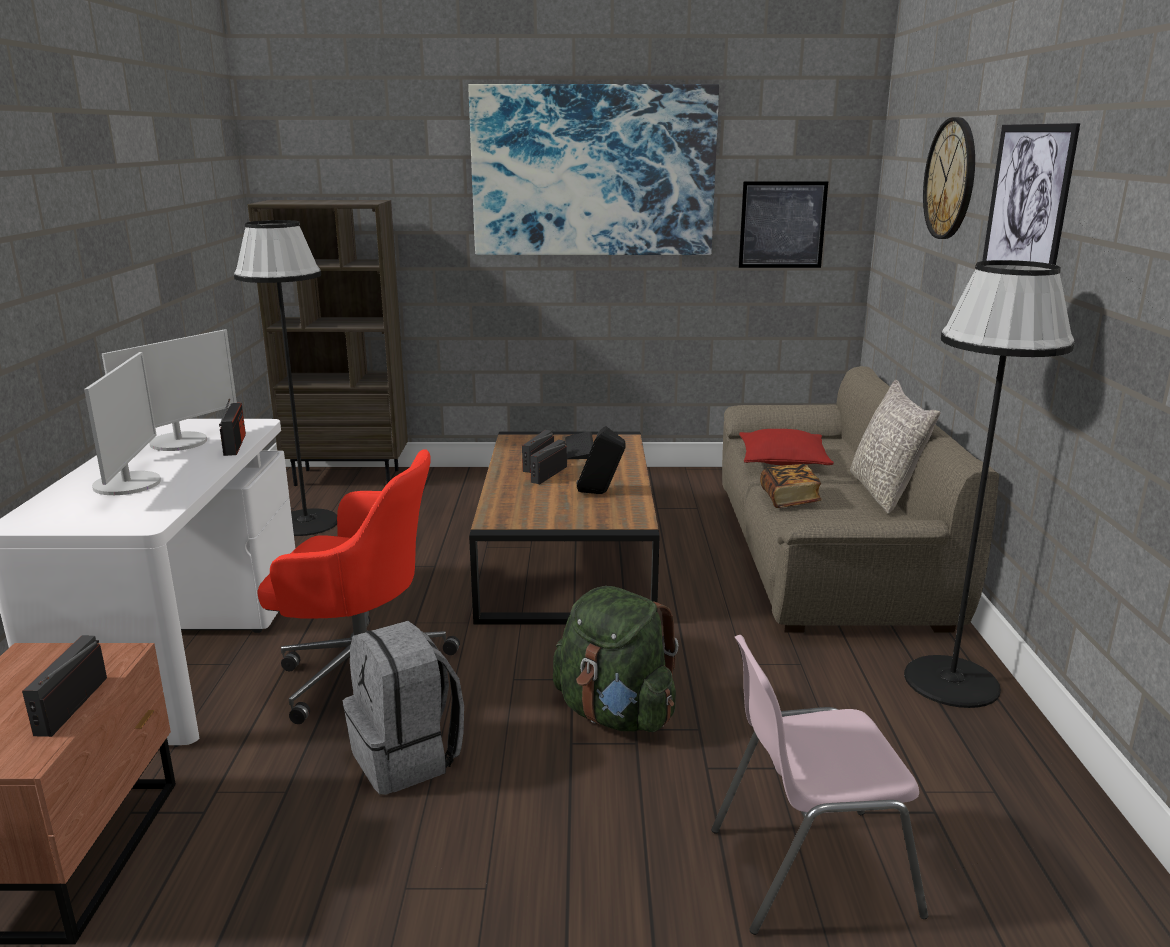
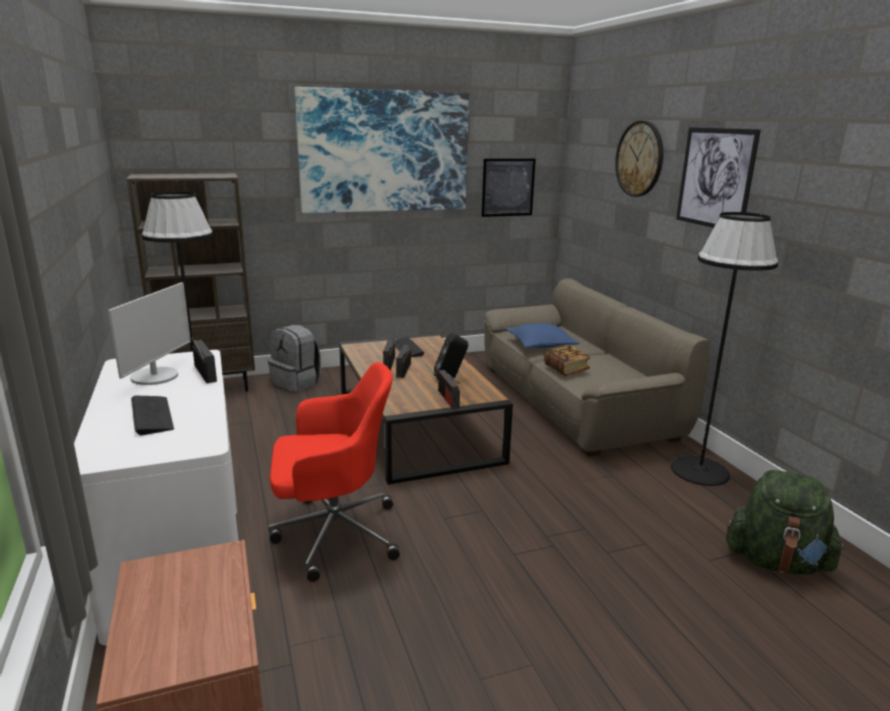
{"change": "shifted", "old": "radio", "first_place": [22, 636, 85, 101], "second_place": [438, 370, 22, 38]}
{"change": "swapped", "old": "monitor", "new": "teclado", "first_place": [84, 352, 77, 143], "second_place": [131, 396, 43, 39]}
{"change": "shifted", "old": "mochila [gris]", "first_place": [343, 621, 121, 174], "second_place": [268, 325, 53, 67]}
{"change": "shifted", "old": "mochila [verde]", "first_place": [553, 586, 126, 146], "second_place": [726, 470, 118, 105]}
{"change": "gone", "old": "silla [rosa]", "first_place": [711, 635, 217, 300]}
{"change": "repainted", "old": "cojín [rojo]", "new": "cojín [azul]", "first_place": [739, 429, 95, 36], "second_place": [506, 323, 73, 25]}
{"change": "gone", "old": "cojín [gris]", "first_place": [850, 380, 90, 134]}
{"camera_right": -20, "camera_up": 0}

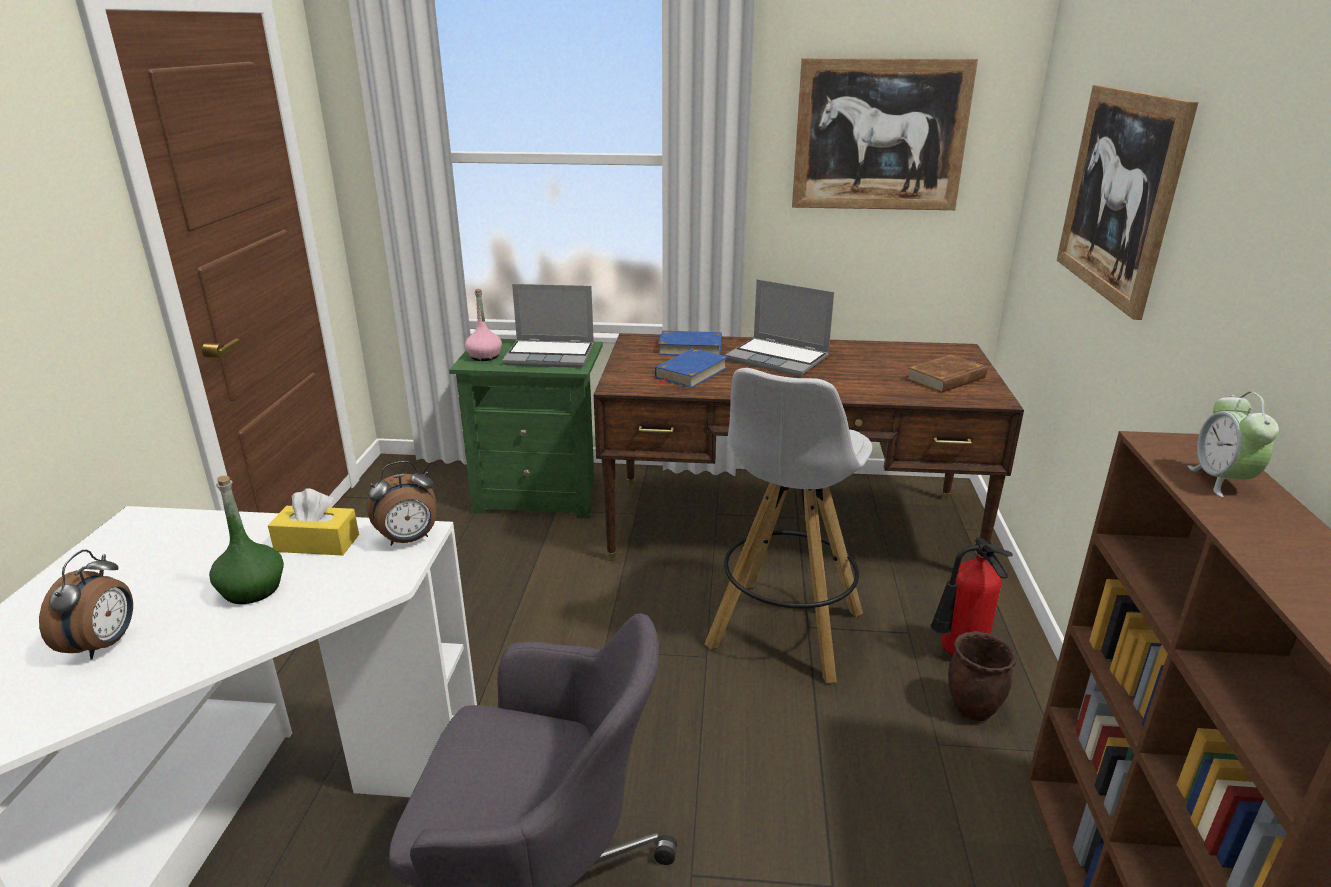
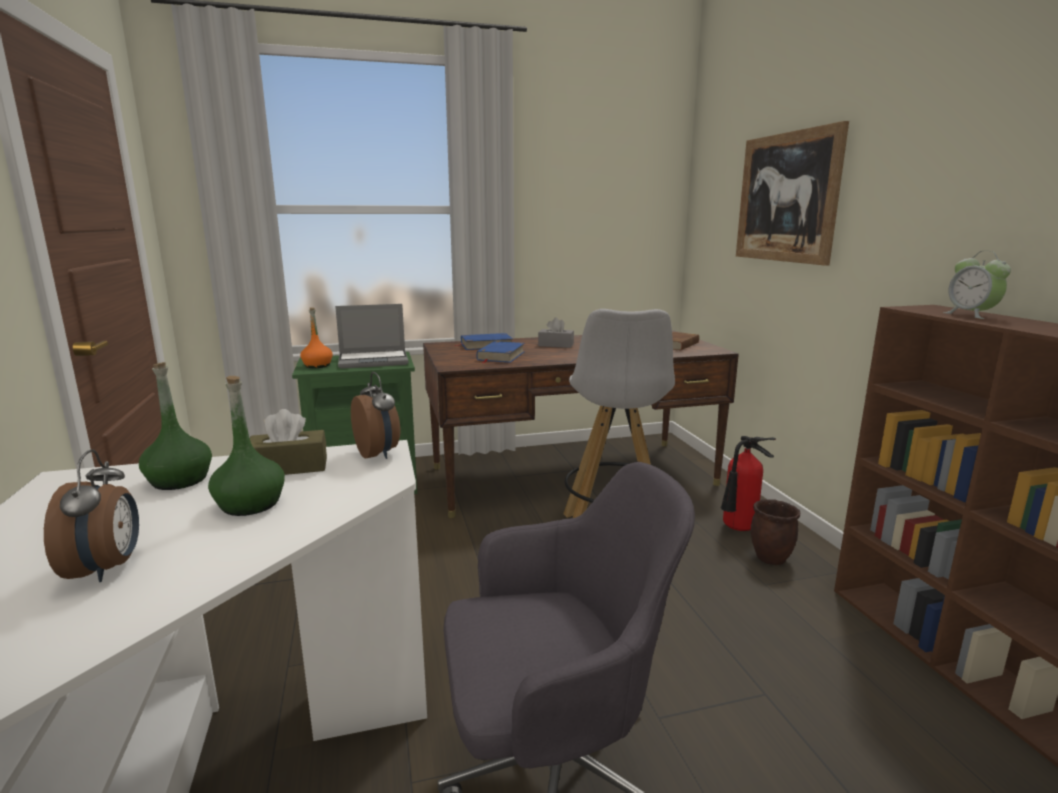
{"change": "repainted", "old": "caja de pañuelos [amarillo]", "new": "caja de pañuelos [marrón]", "first_place": [268, 488, 91, 67], "second_place": [250, 409, 77, 66]}
{"change": "rotated", "old": "despertador", "first_place": [367, 461, 69, 85], "second_place": [351, 372, 49, 87], "degrees": -75}
{"change": "repainted", "old": "botella [rosa]", "new": "botella [naranja]", "first_place": [465, 289, 37, 72], "second_place": [300, 307, 33, 61]}
{"change": "swapped", "old": "portátil", "new": "caja de pañuelos [gris]", "first_place": [725, 279, 109, 97], "second_place": [538, 317, 36, 31]}
{"change": "gone", "old": "cuadro", "first_place": [792, 58, 186, 152]}
{"change": "new", "new": "botella [verde]", "second_place": [139, 362, 73, 128]}
{"camera_right": -20, "camera_up": -10}

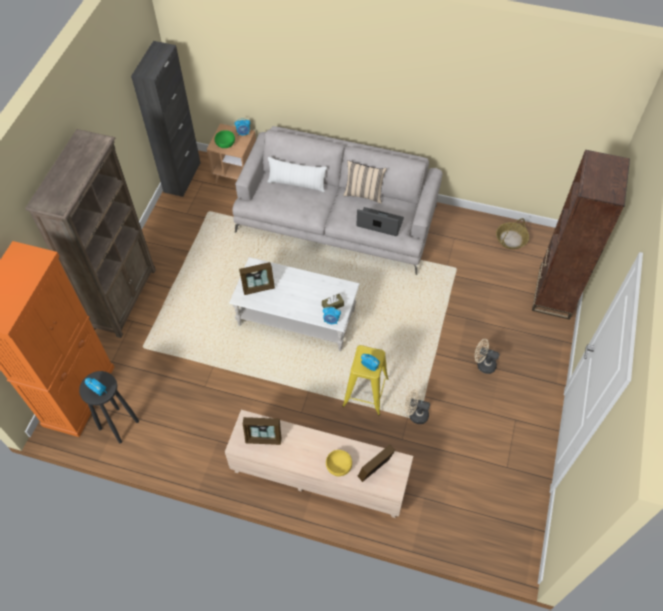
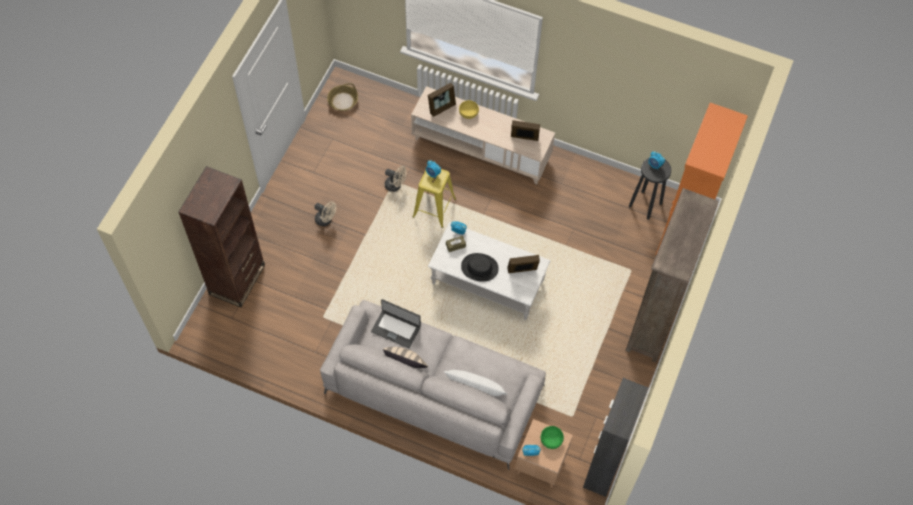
{"change": "shifted", "old": "cesta", "first_place": [496, 218, 33, 31], "second_place": [327, 83, 31, 28]}
{"change": "new", "new": "sombrero [negro]", "second_place": [461, 253, 38, 29]}
{"camera_right": -175, "camera_up": 5}

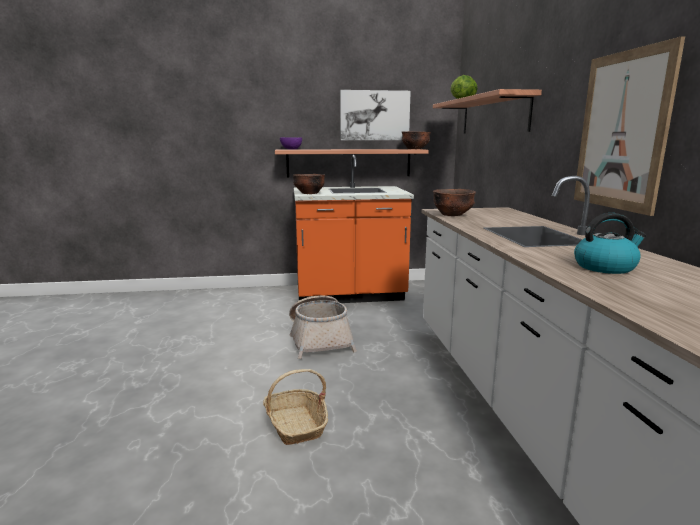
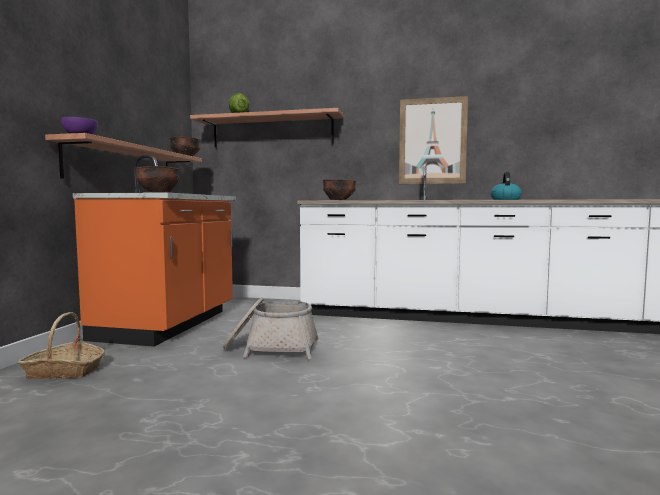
{"change": "shifted", "old": "cesta", "first_place": [263, 369, 65, 76], "second_place": [18, 312, 87, 67]}
{"change": "gone", "old": "cuadro", "first_place": [340, 90, 71, 50]}
{"camera_right": -70, "camera_up": -10}

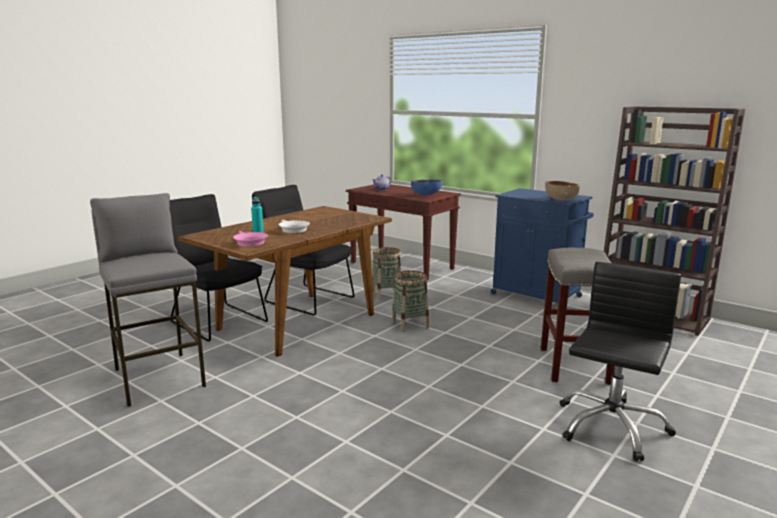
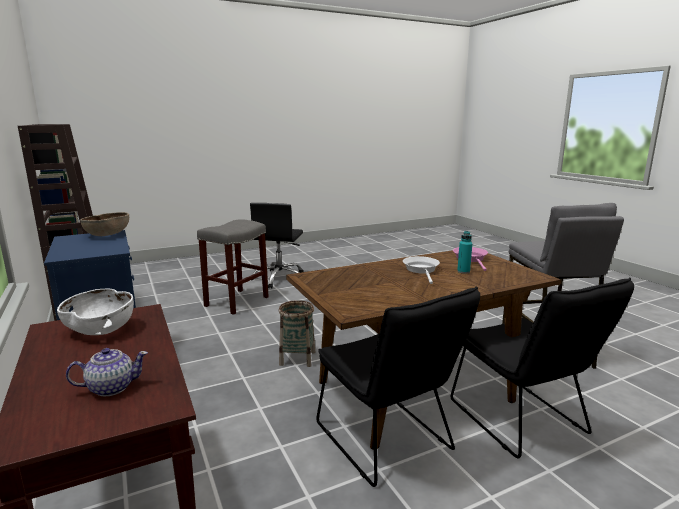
{"change": "gone", "old": "cesta", "first_place": [372, 247, 29, 53]}
{"change": "repainted", "old": "cuenco [azul]", "new": "cuenco [blanco]", "first_place": [411, 180, 31, 15], "second_place": [57, 288, 77, 47]}
{"change": "rotated", "old": "silla de oficina [negro]", "first_place": [560, 262, 121, 199], "second_place": [250, 203, 54, 86], "degrees": -45}
{"camera_right": -155, "camera_up": 0}

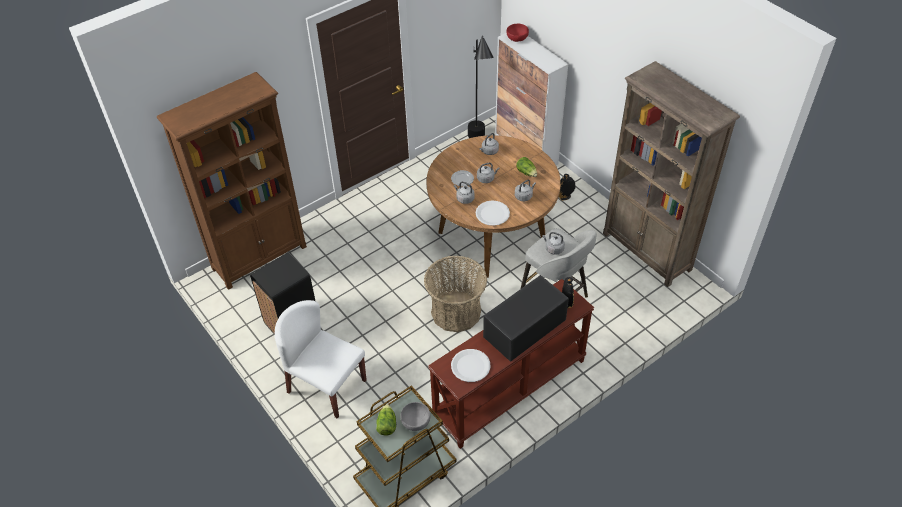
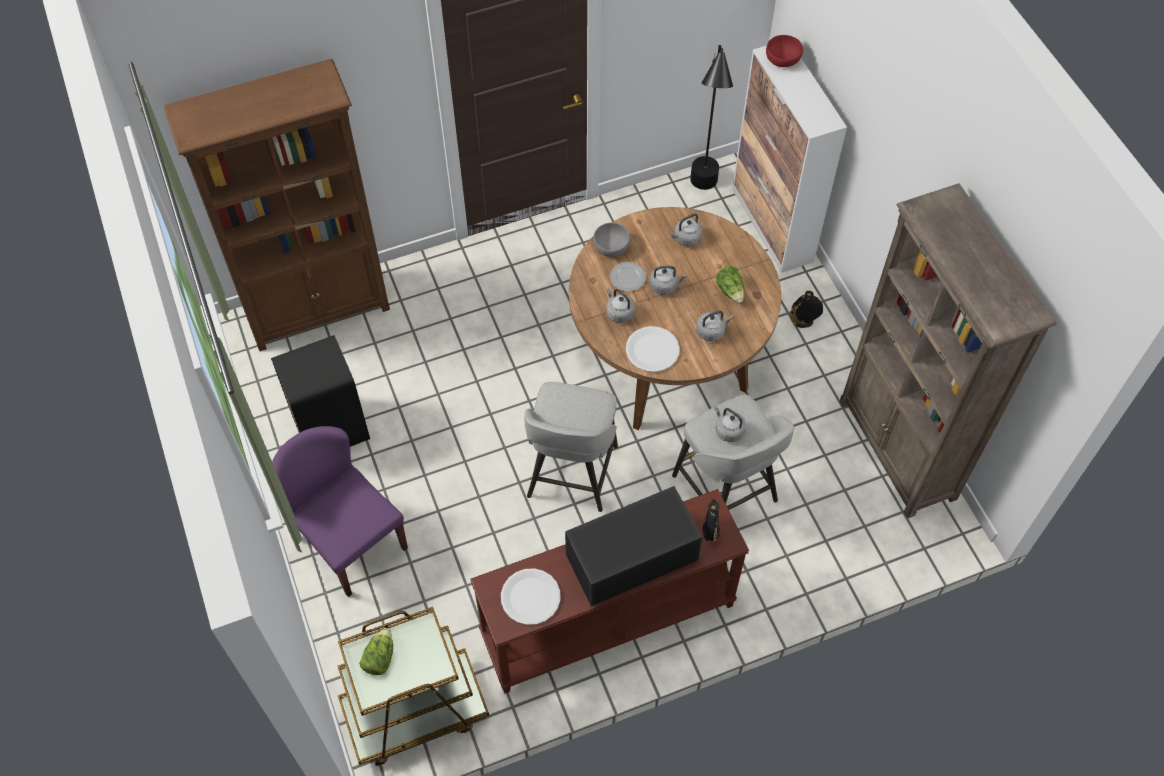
{"change": "repainted", "old": "silla [blanco]", "new": "silla [morado]", "first_place": [275, 300, 92, 119], "second_place": [272, 426, 136, 171]}
{"change": "shifted", "old": "cuenco [gris]", "first_place": [400, 402, 30, 29], "second_place": [593, 223, 37, 34]}
{"change": "swapped", "old": "cesta", "new": "taburete [gris]", "first_place": [424, 256, 63, 76], "second_place": [524, 382, 94, 130]}
{"camera_right": 15, "camera_up": 10}

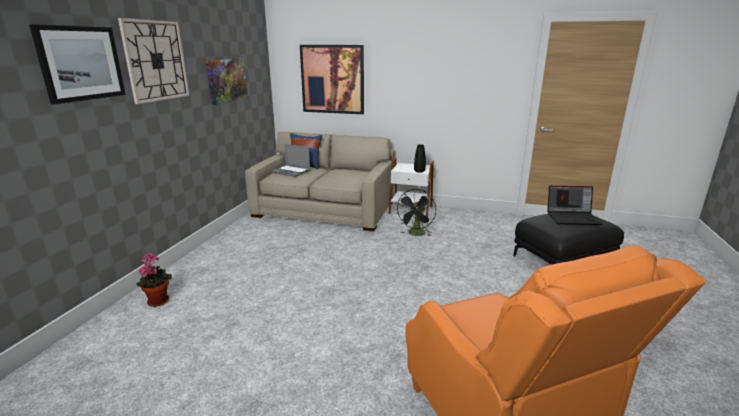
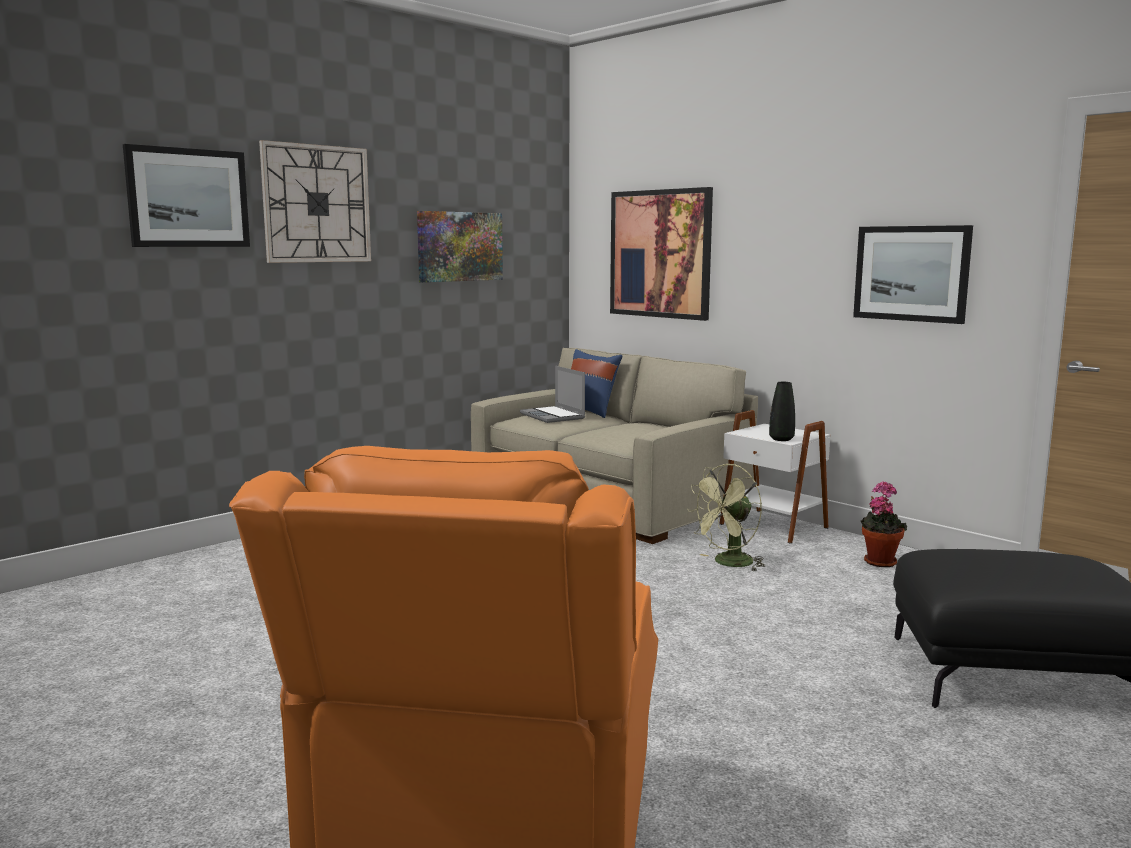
{"change": "shifted", "old": "planta en maceta", "first_place": [136, 253, 36, 54], "second_place": [861, 482, 46, 85]}
{"change": "repainted", "old": "ventilador [negro]", "new": "ventilador [verde]", "first_place": [397, 189, 39, 47], "second_place": [687, 464, 78, 107]}
{"change": "gone", "old": "portátil", "first_place": [547, 186, 56, 39]}
{"change": "new", "new": "cuadro", "second_place": [853, 225, 120, 99]}
{"camera_right": 30, "camera_up": -10}

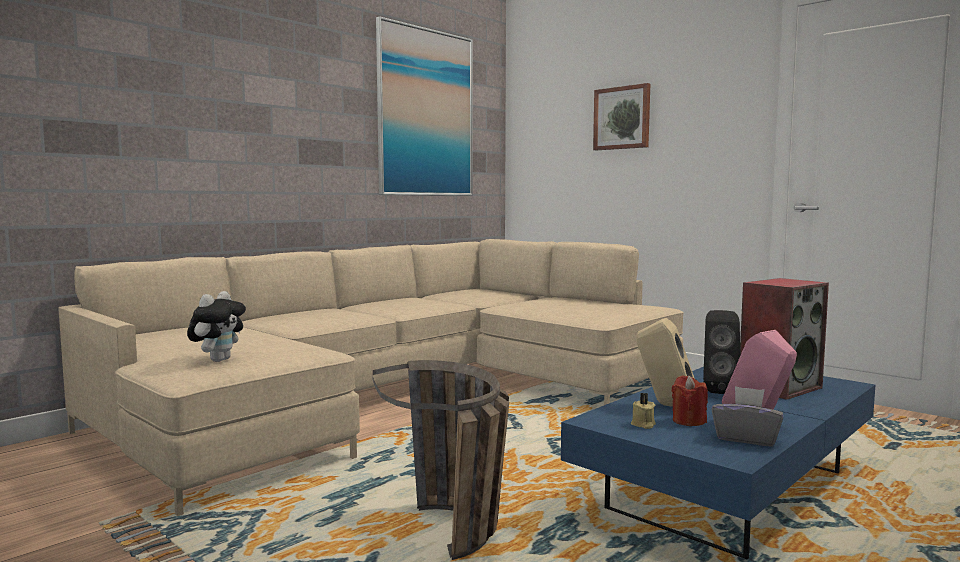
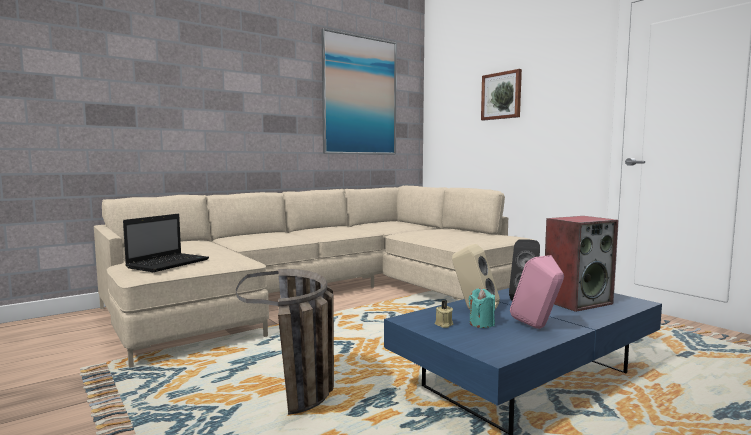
{"change": "swapped", "old": "peluche", "new": "portátil", "first_place": [187, 291, 59, 71], "second_place": [123, 214, 86, 58]}
{"change": "repainted", "old": "vela [rojo]", "new": "vela [turquesa]", "first_place": [672, 375, 36, 51], "second_place": [469, 288, 26, 40]}
{"change": "gone", "old": "caja de pañuelos [gris]", "first_place": [711, 386, 72, 61]}
{"camera_right": 10, "camera_up": 0}

